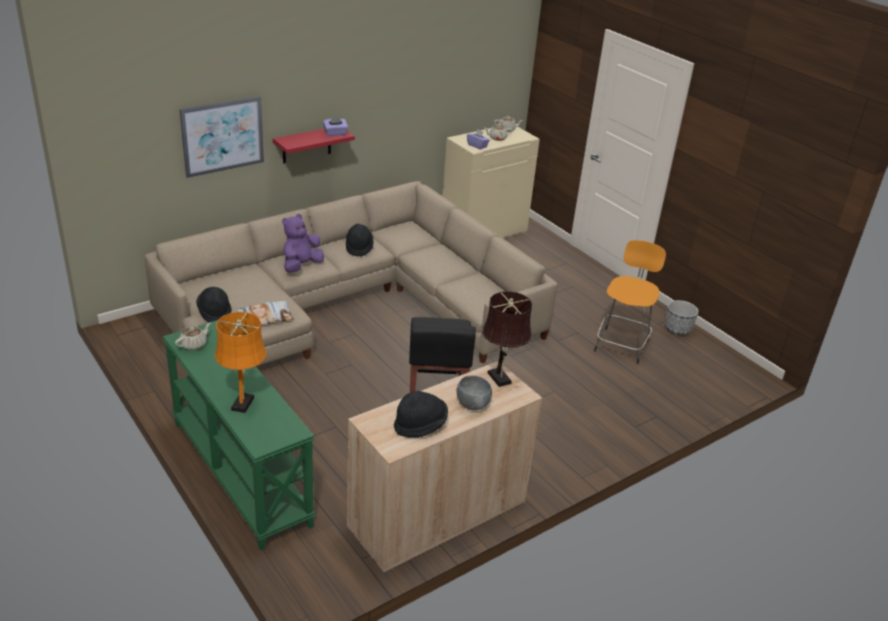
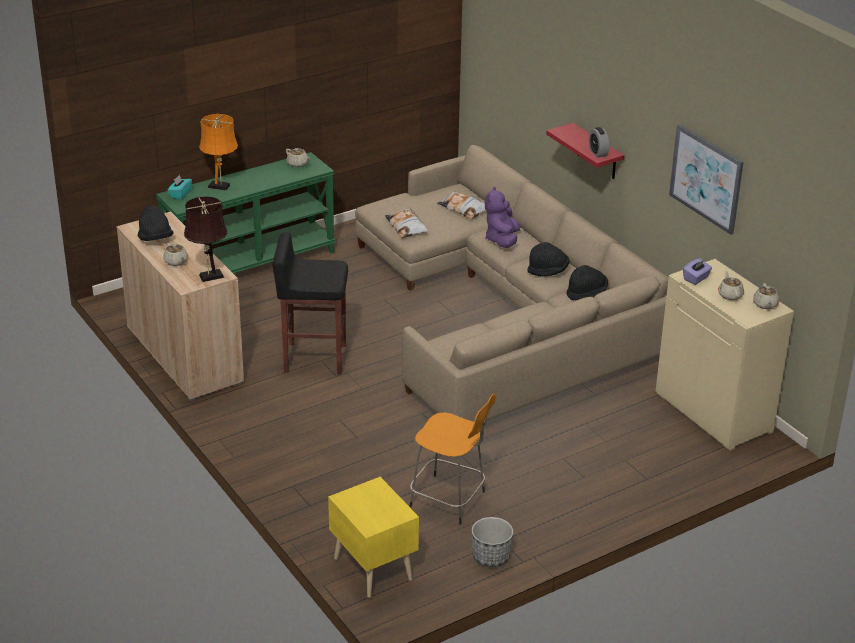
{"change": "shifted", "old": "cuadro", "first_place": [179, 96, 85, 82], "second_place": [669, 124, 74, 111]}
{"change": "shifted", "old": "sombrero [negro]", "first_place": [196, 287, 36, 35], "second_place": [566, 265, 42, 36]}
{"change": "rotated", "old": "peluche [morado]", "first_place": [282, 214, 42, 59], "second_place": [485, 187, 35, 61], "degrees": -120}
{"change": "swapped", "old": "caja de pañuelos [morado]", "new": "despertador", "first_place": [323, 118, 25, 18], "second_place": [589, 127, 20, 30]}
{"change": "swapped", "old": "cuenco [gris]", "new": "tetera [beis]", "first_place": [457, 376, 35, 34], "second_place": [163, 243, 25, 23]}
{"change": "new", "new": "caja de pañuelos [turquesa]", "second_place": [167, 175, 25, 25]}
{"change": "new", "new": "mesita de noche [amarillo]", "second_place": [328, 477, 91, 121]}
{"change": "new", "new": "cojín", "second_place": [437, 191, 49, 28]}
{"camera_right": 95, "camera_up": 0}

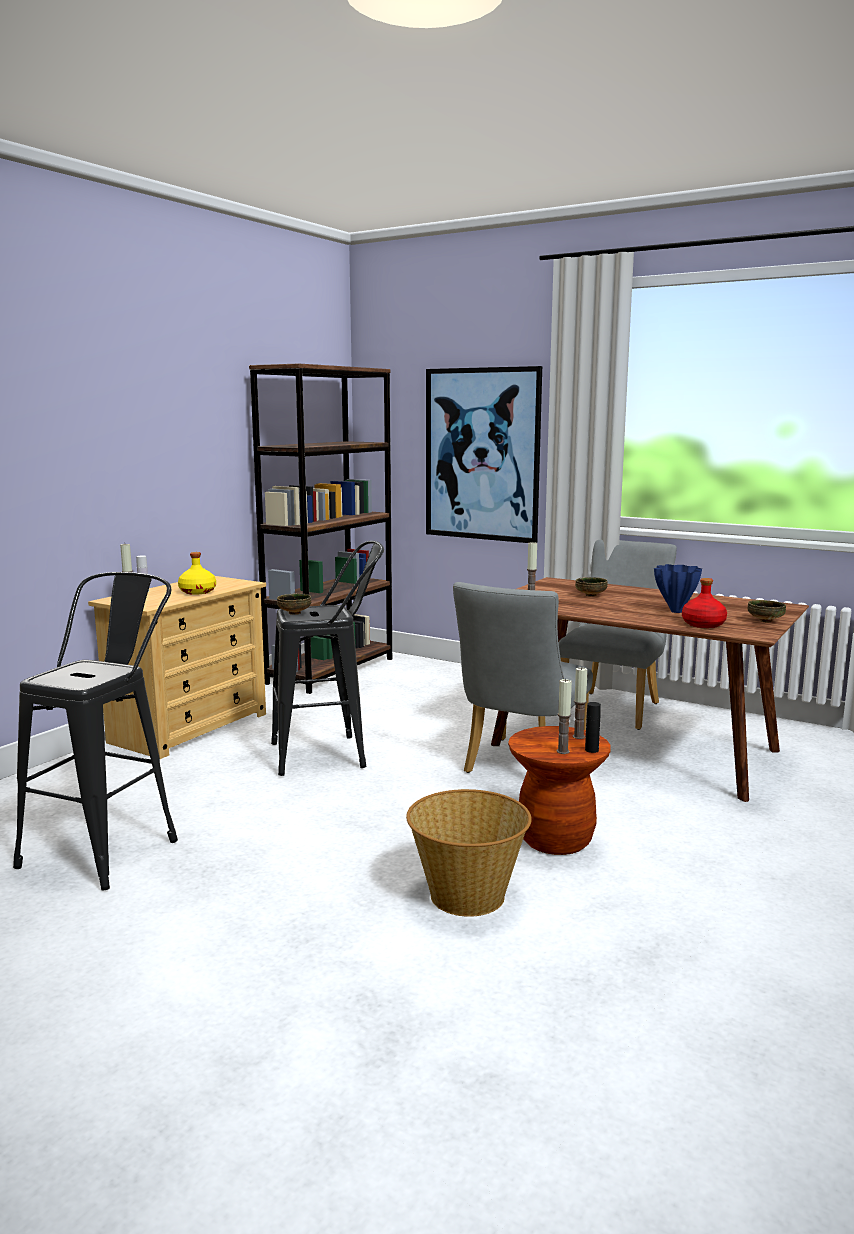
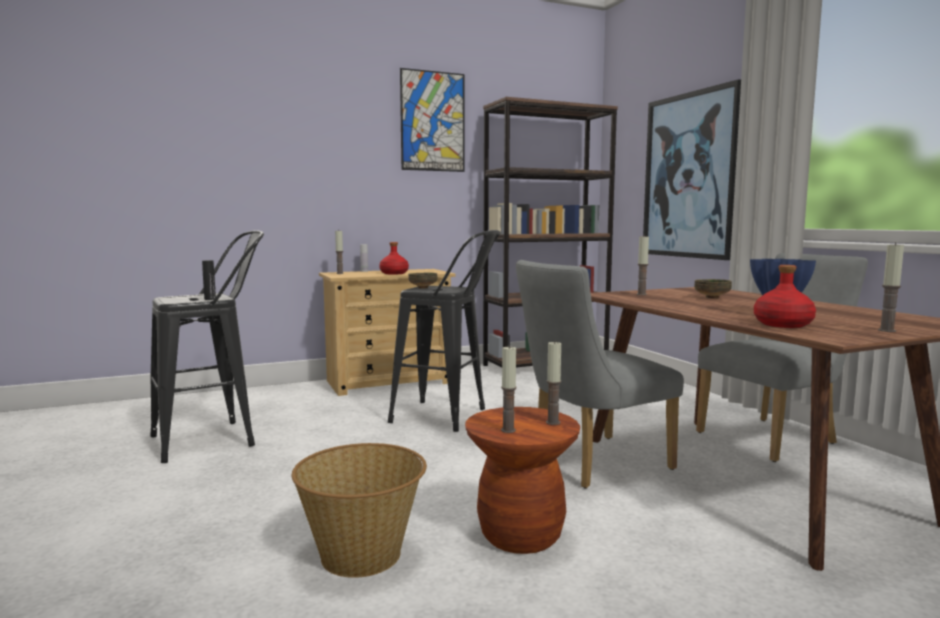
{"change": "repainted", "old": "botella [amarillo]", "new": "botella [rojo]", "first_place": [178, 552, 38, 43], "second_place": [379, 242, 30, 33]}
{"change": "shifted", "old": "botella [negro]", "first_place": [585, 702, 16, 51], "second_place": [202, 260, 14, 40]}
{"change": "swapped", "old": "cuenco", "new": "vela", "first_place": [748, 600, 38, 22], "second_place": [878, 242, 26, 90]}
{"change": "new", "new": "cuadro", "second_place": [400, 68, 65, 104]}
{"camera_right": 35, "camera_up": -5}

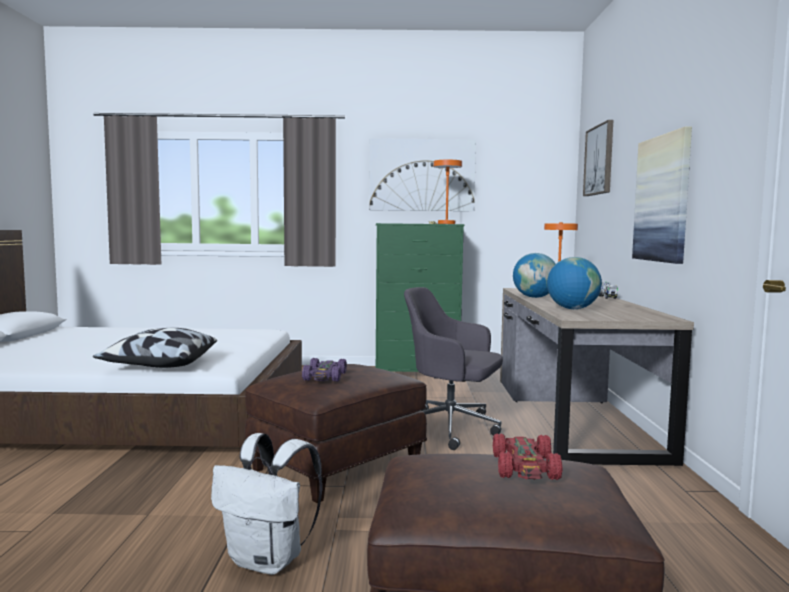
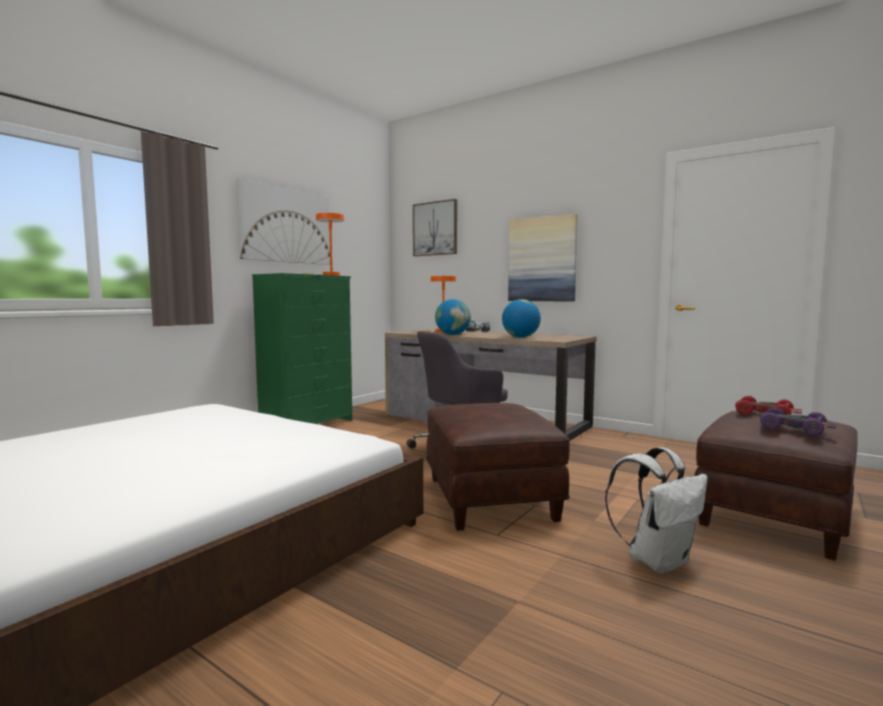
{"change": "gone", "old": "cojín", "first_place": [93, 328, 124, 40]}
{"change": "shifted", "old": "coche de juguete [morado]", "first_place": [302, 358, 45, 24], "second_place": [759, 407, 78, 29]}
{"camera_right": -55, "camera_up": 0}

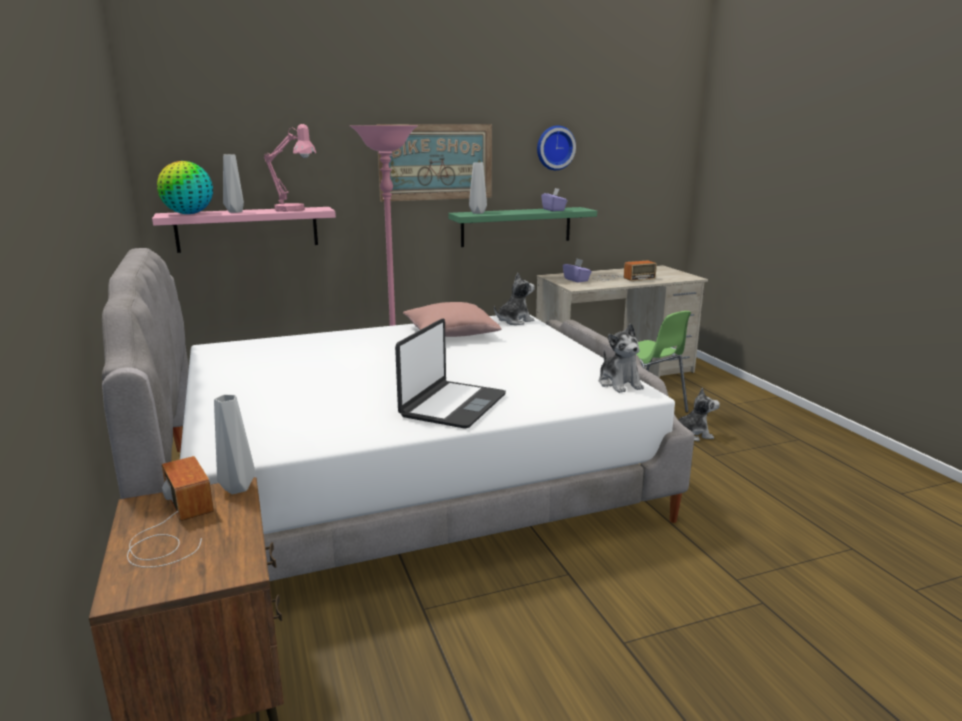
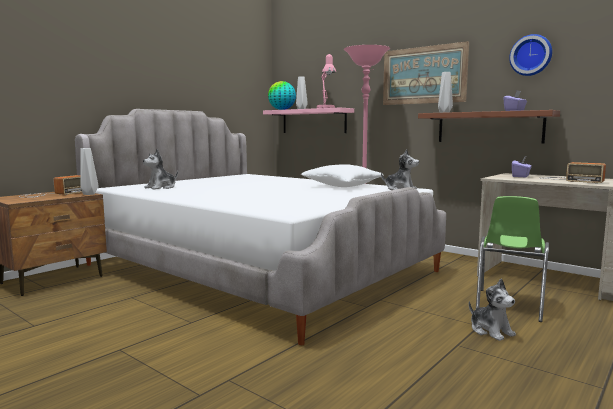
{"change": "gone", "old": "portátil", "first_place": [395, 319, 111, 109]}
{"change": "repainted", "old": "cojín [rosa]", "new": "cojín [blanco]", "first_place": [403, 302, 99, 35], "second_place": [300, 164, 83, 23]}
{"change": "repainted", "old": "estante [verde]", "new": "estante [marrón]", "first_place": [448, 207, 149, 40], "second_place": [418, 110, 142, 33]}
{"change": "shifted", "old": "peluche", "first_place": [599, 323, 45, 70], "second_place": [143, 149, 35, 41]}
{"camera_right": 60, "camera_up": -10}

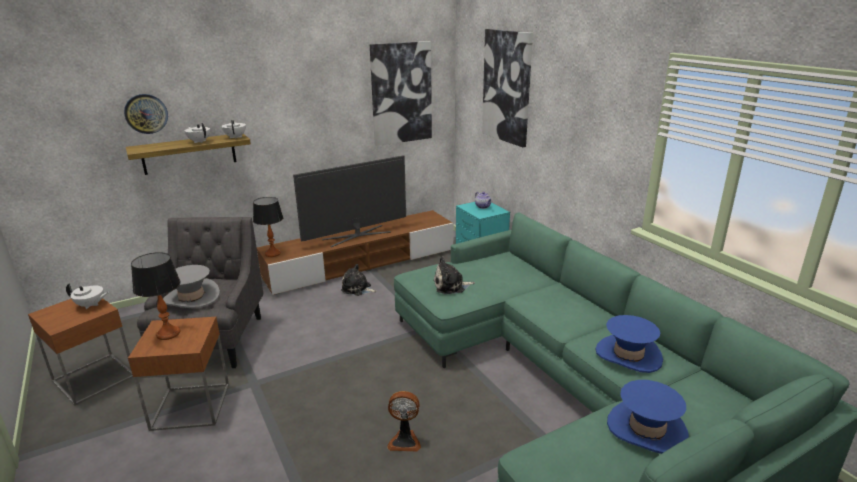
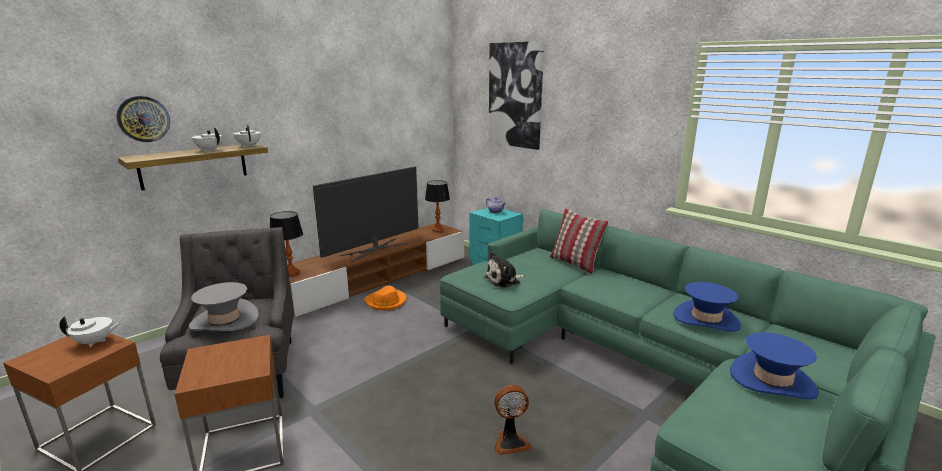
{"change": "shifted", "old": "lámpara de mesa", "first_place": [131, 252, 50, 88], "second_place": [425, 180, 25, 52]}
{"change": "swapped", "old": "peluche", "new": "sombrero [naranja]", "first_place": [341, 264, 36, 32], "second_place": [364, 286, 43, 24]}
{"change": "gone", "old": "cuadro", "first_place": [370, 41, 62, 105]}
{"change": "new", "new": "cojín", "second_place": [550, 208, 58, 66]}
{"camera_right": -15, "camera_up": -5}

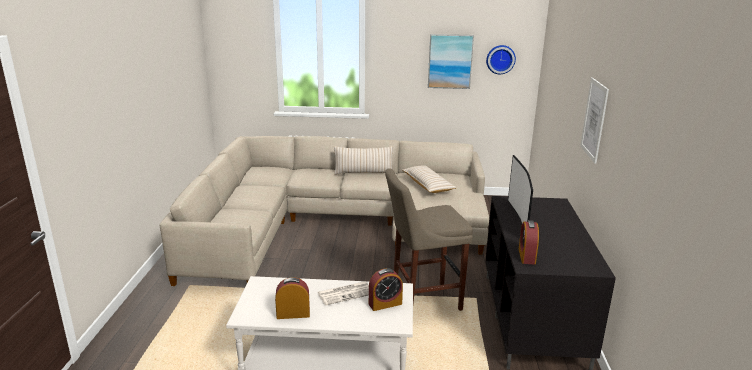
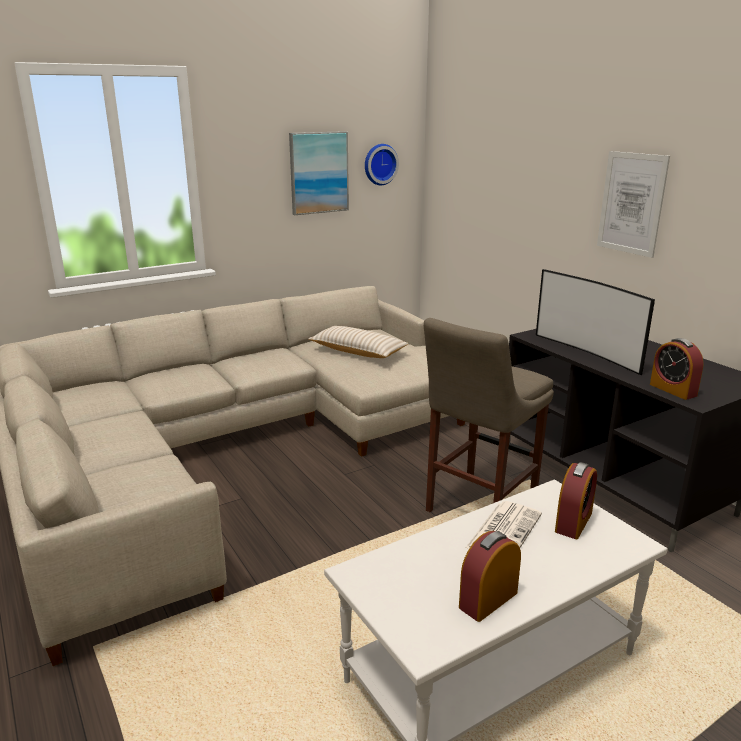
{"change": "gone", "old": "cojín [beis]", "first_place": [334, 146, 59, 29]}
{"camera_right": -35, "camera_up": 0}

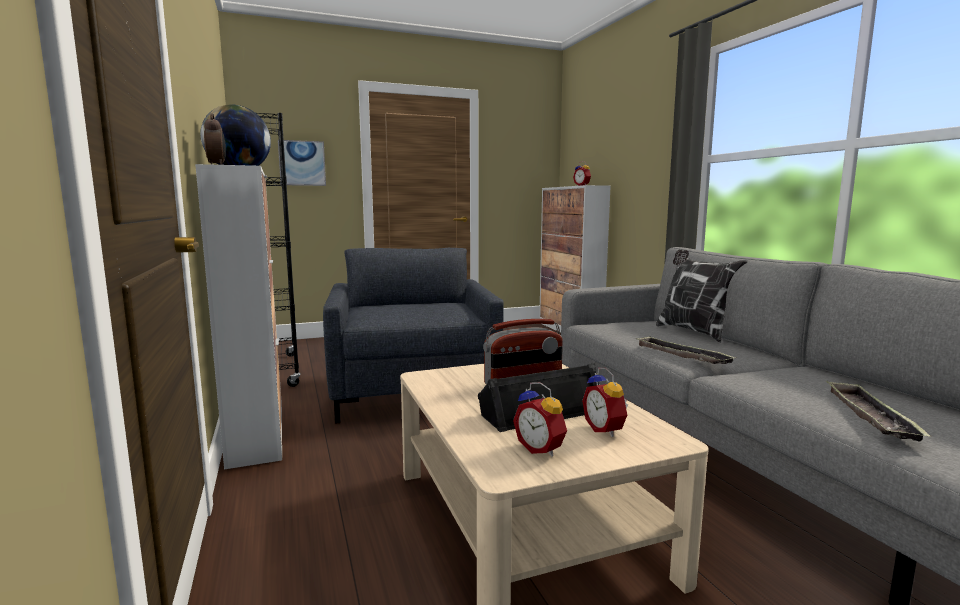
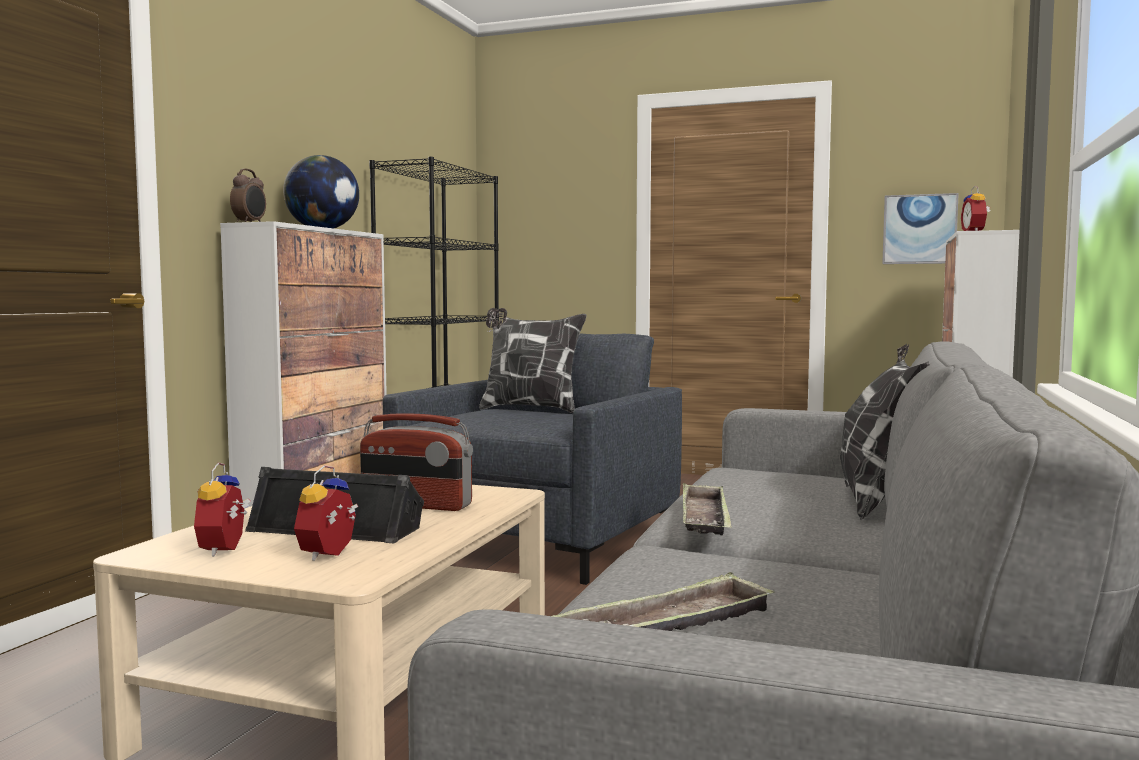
{"change": "shifted", "old": "cuadro", "first_place": [278, 140, 48, 46], "second_place": [882, 193, 77, 71]}
{"change": "new", "new": "cojín", "second_place": [479, 308, 108, 105]}
{"camera_right": 40, "camera_up": -5}

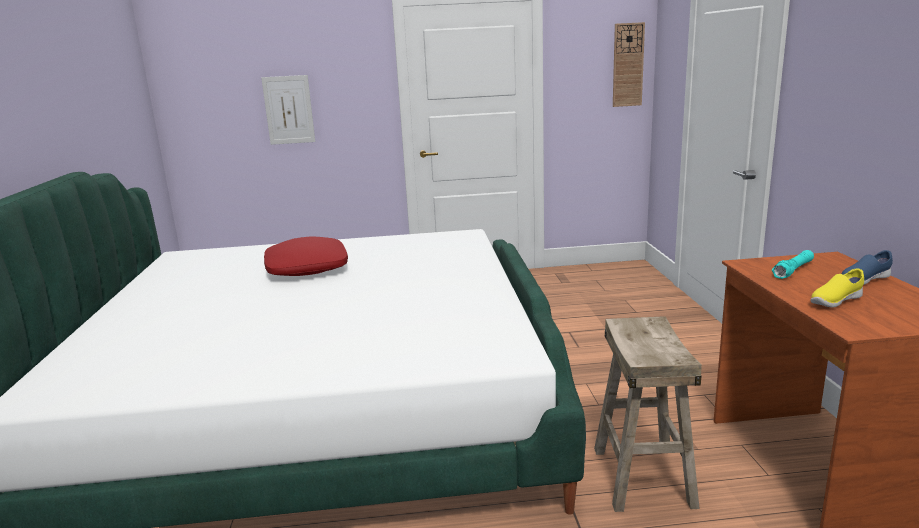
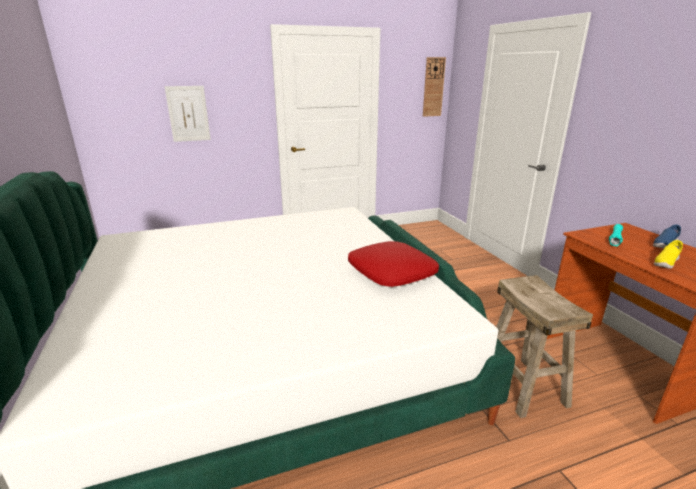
{"change": "shifted", "old": "cojín [rojo]", "first_place": [264, 236, 84, 40], "second_place": [348, 241, 91, 46]}
{"camera_right": -15, "camera_up": 5}

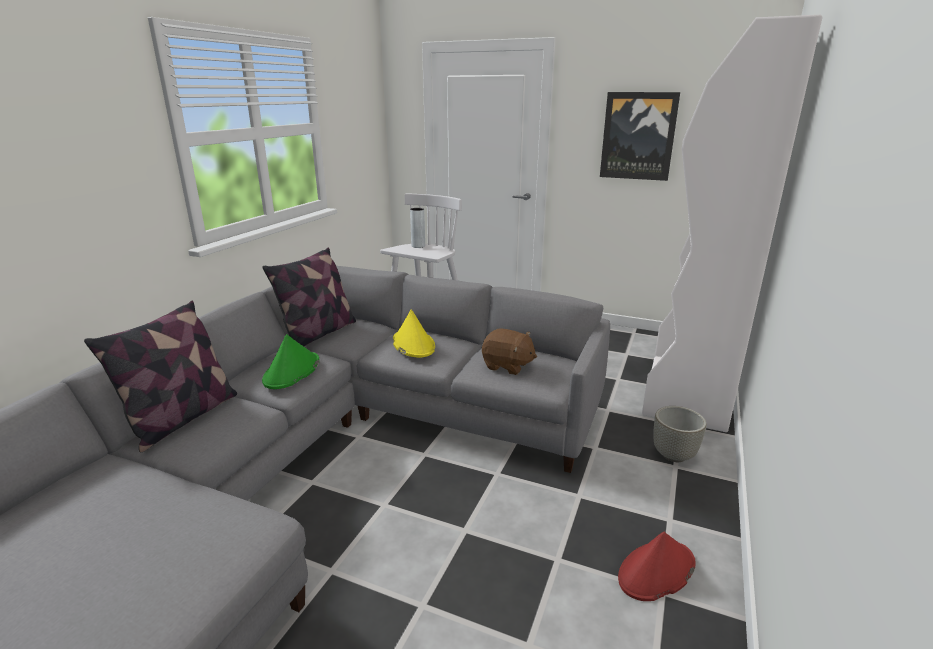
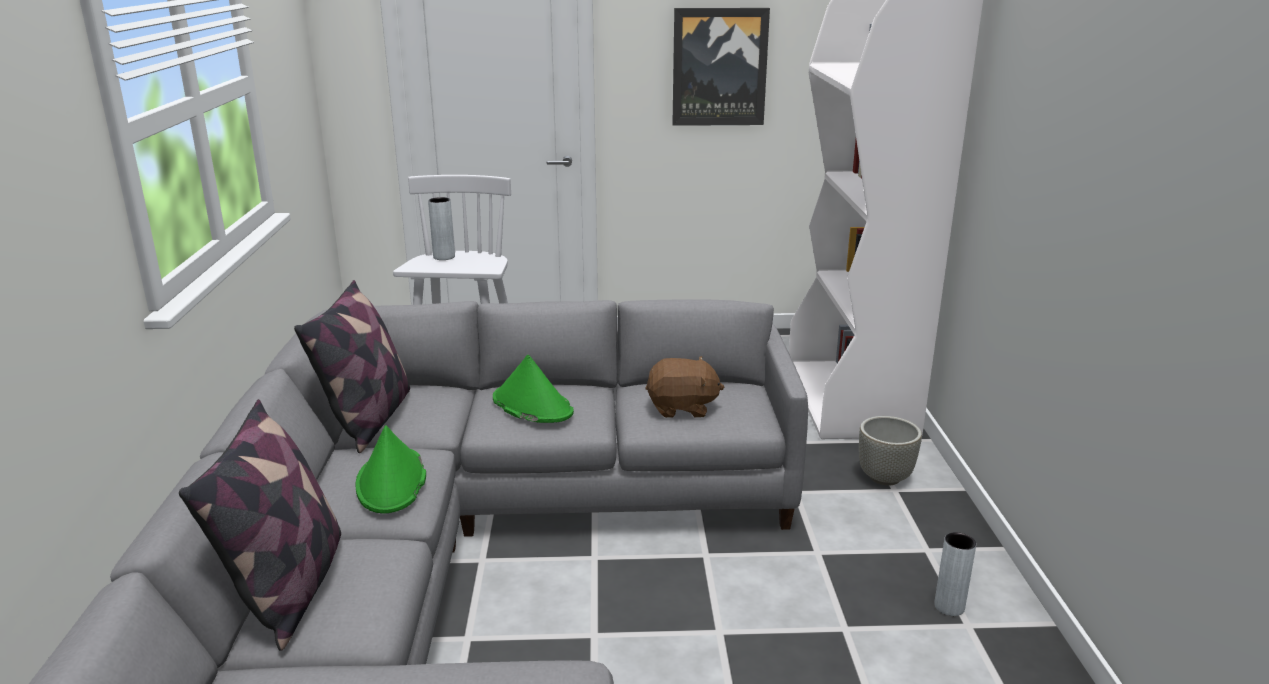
{"change": "repainted", "old": "sombrero [amarillo]", "new": "sombrero [verde]", "first_place": [393, 310, 42, 48], "second_place": [493, 355, 81, 68]}
{"change": "swapped", "old": "sombrero [rojo]", "new": "florero [gris]", "first_place": [618, 532, 77, 69], "second_place": [934, 532, 42, 84]}
{"camera_right": -25, "camera_up": 0}

